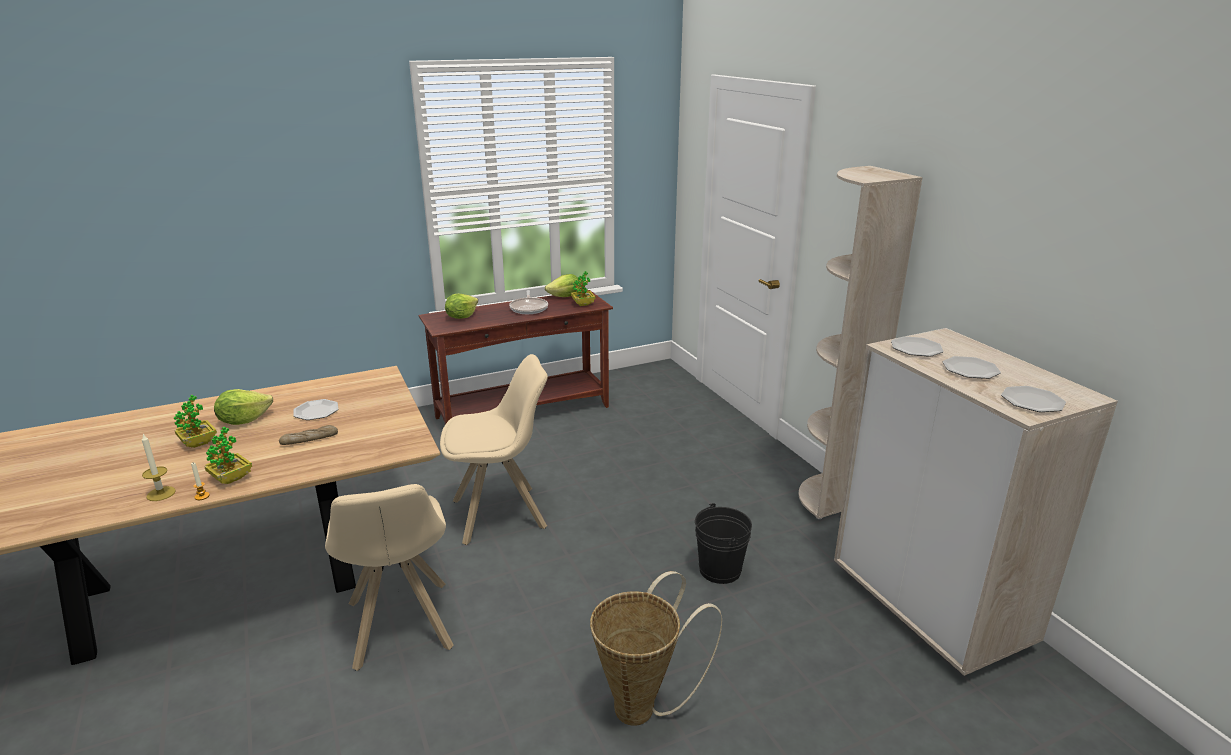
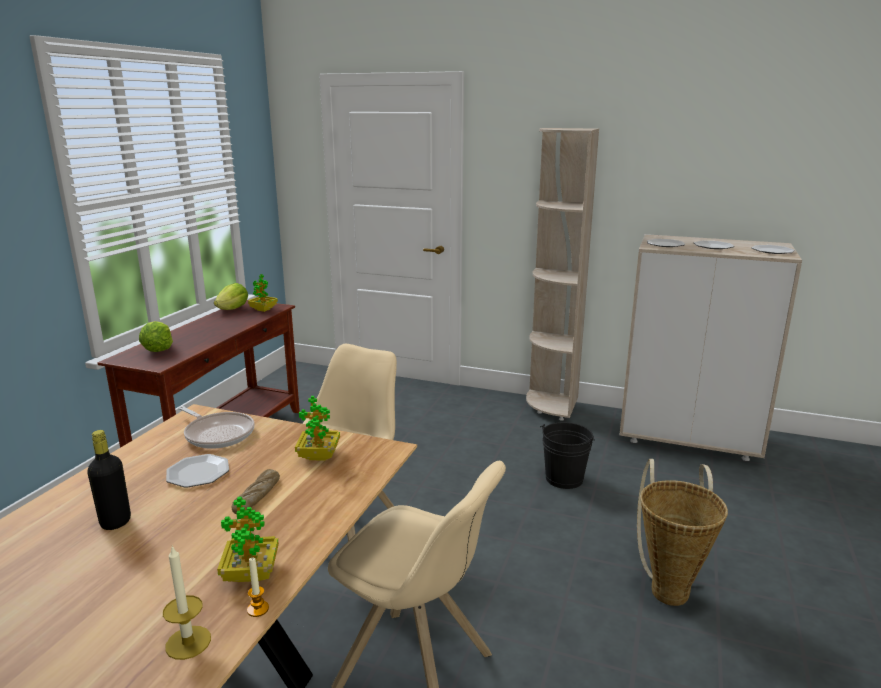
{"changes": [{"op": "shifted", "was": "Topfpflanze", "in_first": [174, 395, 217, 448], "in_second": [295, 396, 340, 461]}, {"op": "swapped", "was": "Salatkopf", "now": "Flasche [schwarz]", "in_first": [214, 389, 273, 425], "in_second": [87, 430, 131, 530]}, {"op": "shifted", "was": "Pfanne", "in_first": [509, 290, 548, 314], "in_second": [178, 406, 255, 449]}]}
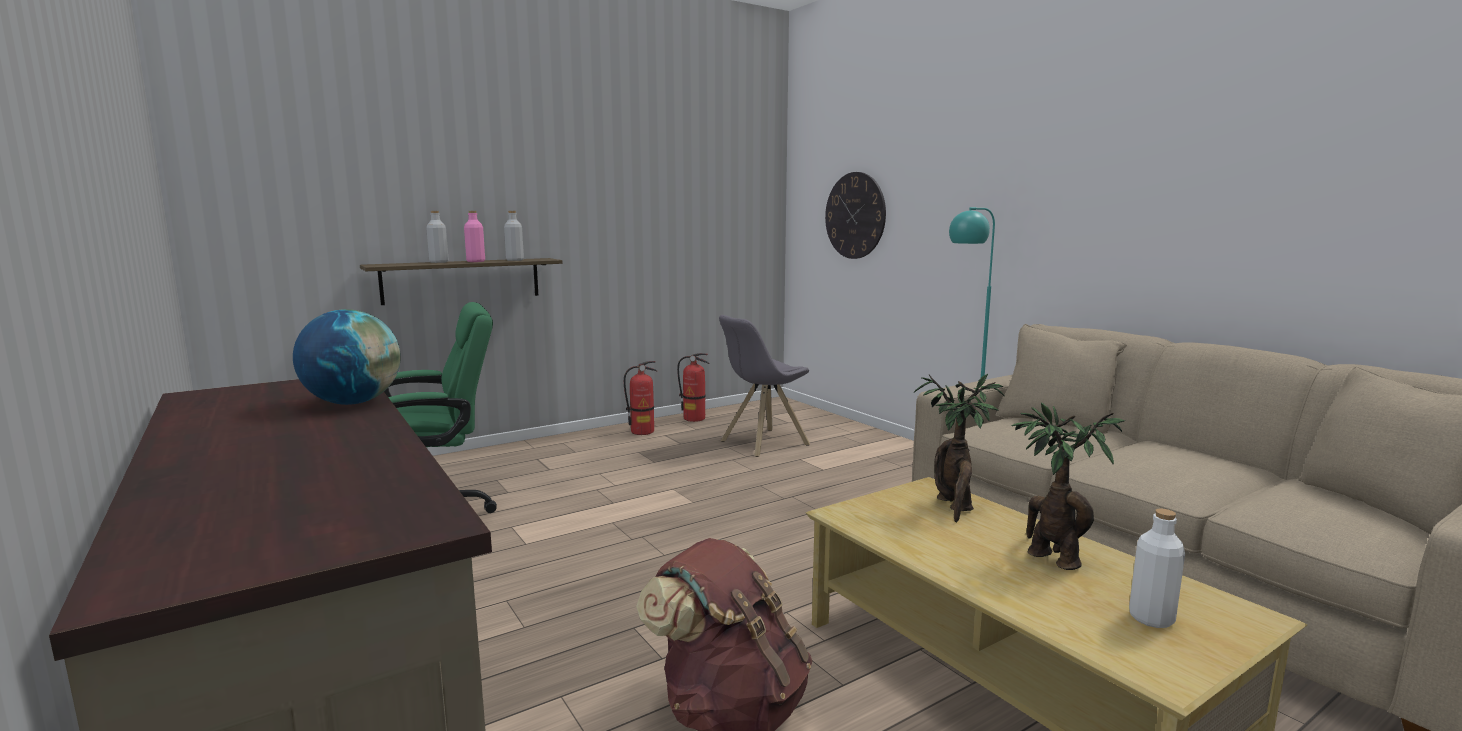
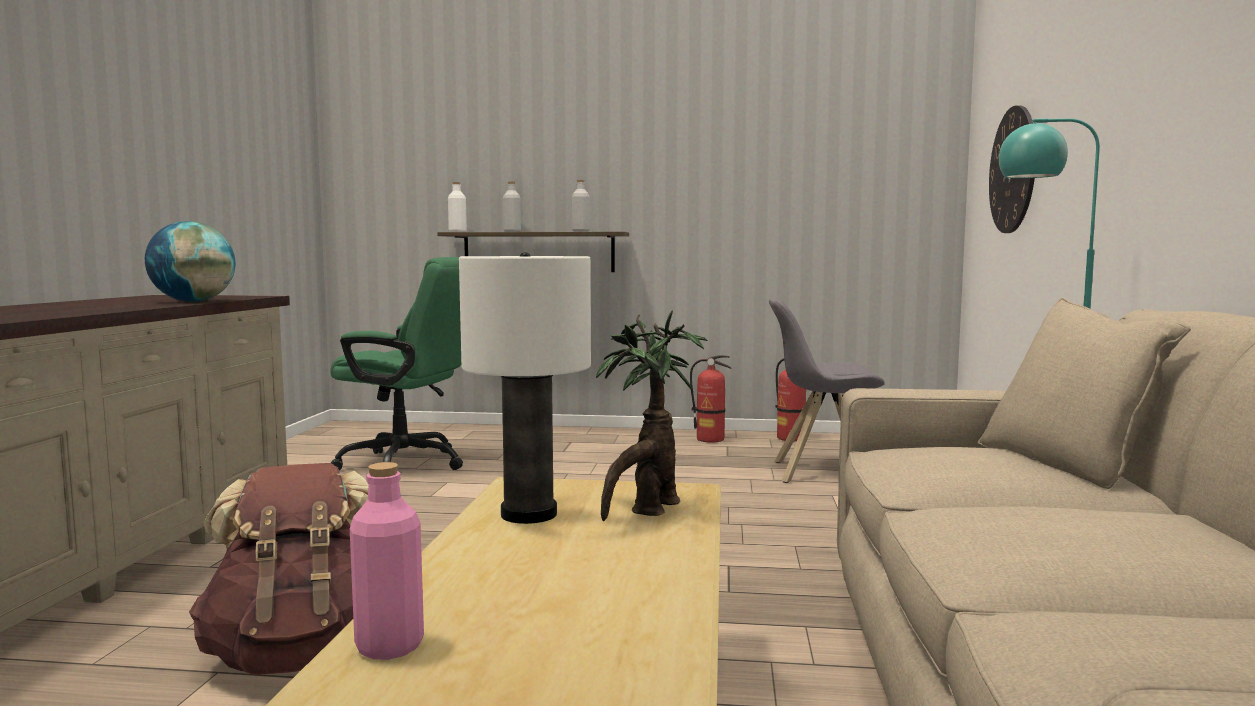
{"changes": [{"op": "shifted", "was": "Flasche [rosa]", "in_first": [464, 211, 485, 262], "in_second": [350, 462, 424, 660]}, {"op": "gone", "was": "Topfpflanze", "in_first": [1011, 402, 1125, 570]}, {"op": "shifted", "was": "Flasche [weiß]", "in_first": [1129, 509, 1185, 628], "in_second": [448, 182, 467, 232]}, {"op": "new", "now": "Tischlampe [weiß]", "in_second": [459, 252, 591, 524]}]}
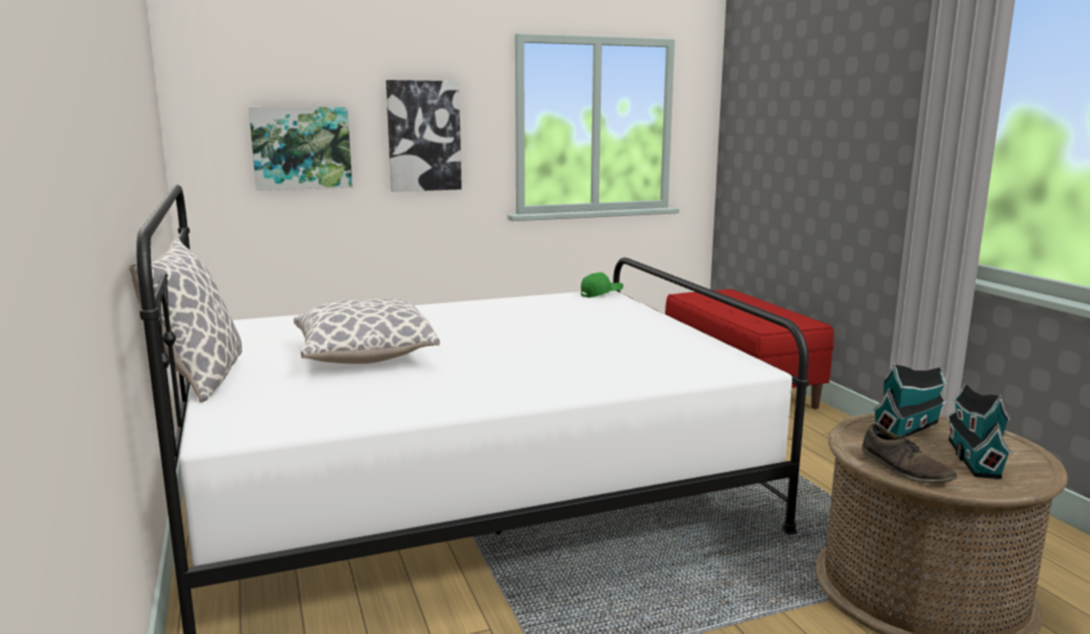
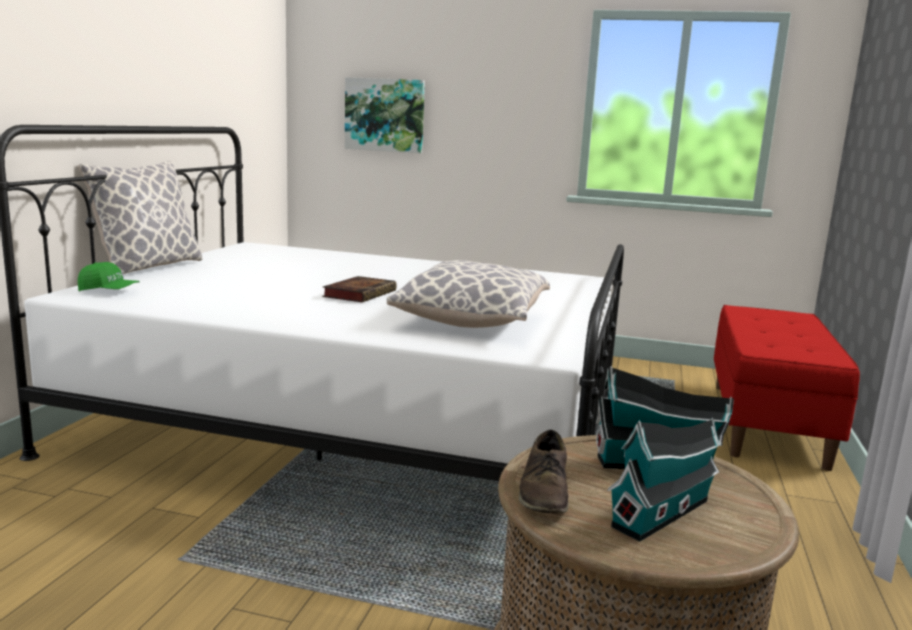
{"changes": [{"op": "shifted", "was": "Kissen", "in_first": [294, 299, 440, 364], "in_second": [387, 260, 550, 328]}, {"op": "gone", "was": "Bild", "in_first": [386, 80, 462, 192]}, {"op": "shifted", "was": "Kappe [grün]", "in_first": [581, 272, 623, 298], "in_second": [78, 262, 140, 291]}, {"op": "new", "now": "Buch", "in_second": [322, 276, 397, 302]}]}
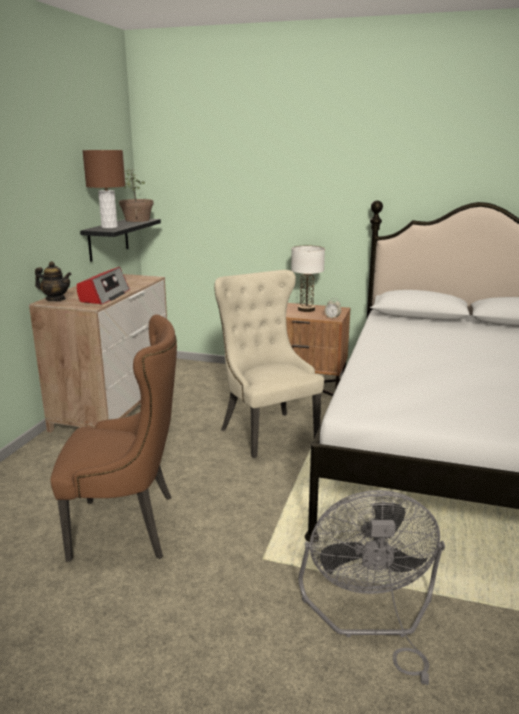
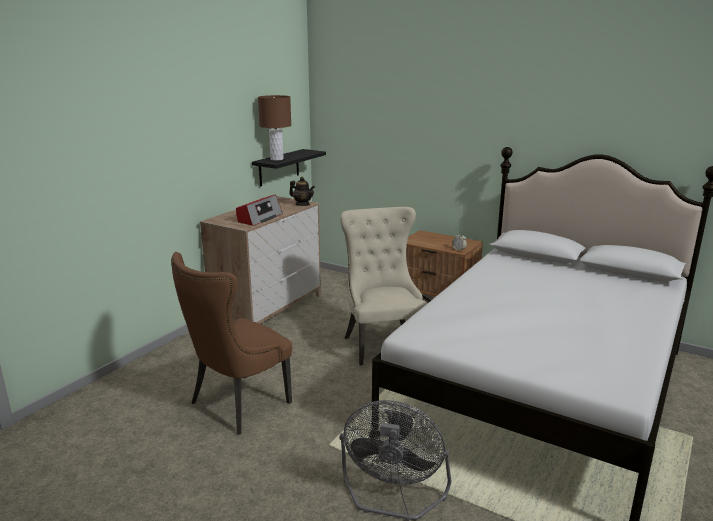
{"changes": [{"op": "shifted", "was": "Teekanne", "in_first": [35, 261, 72, 301], "in_second": [289, 177, 315, 206]}, {"op": "rotated", "was": "Stuhl [braun]", "in_first": [51, 314, 177, 562], "in_second": [171, 252, 292, 435], "clockwise": 120}, {"op": "gone", "was": "Topfpflanze", "in_first": [119, 169, 153, 222]}, {"op": "gone", "was": "Tischlampe", "in_first": [291, 245, 325, 312]}]}
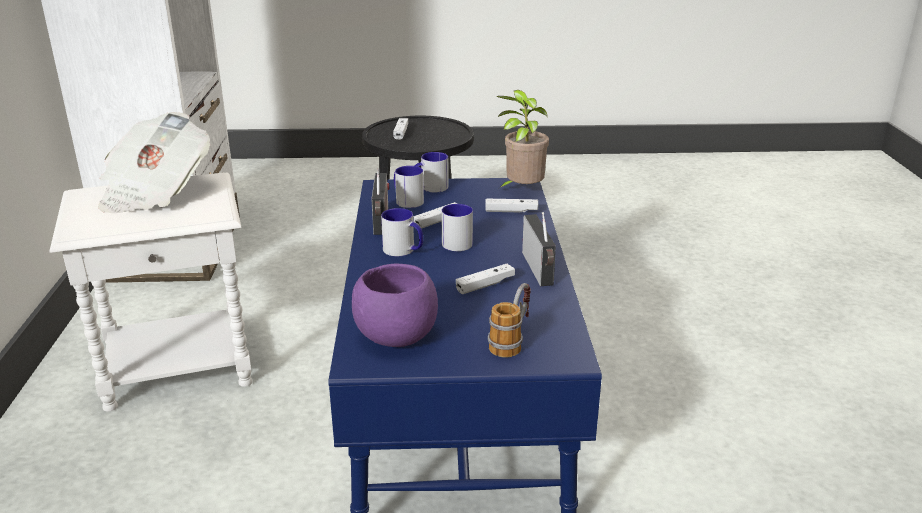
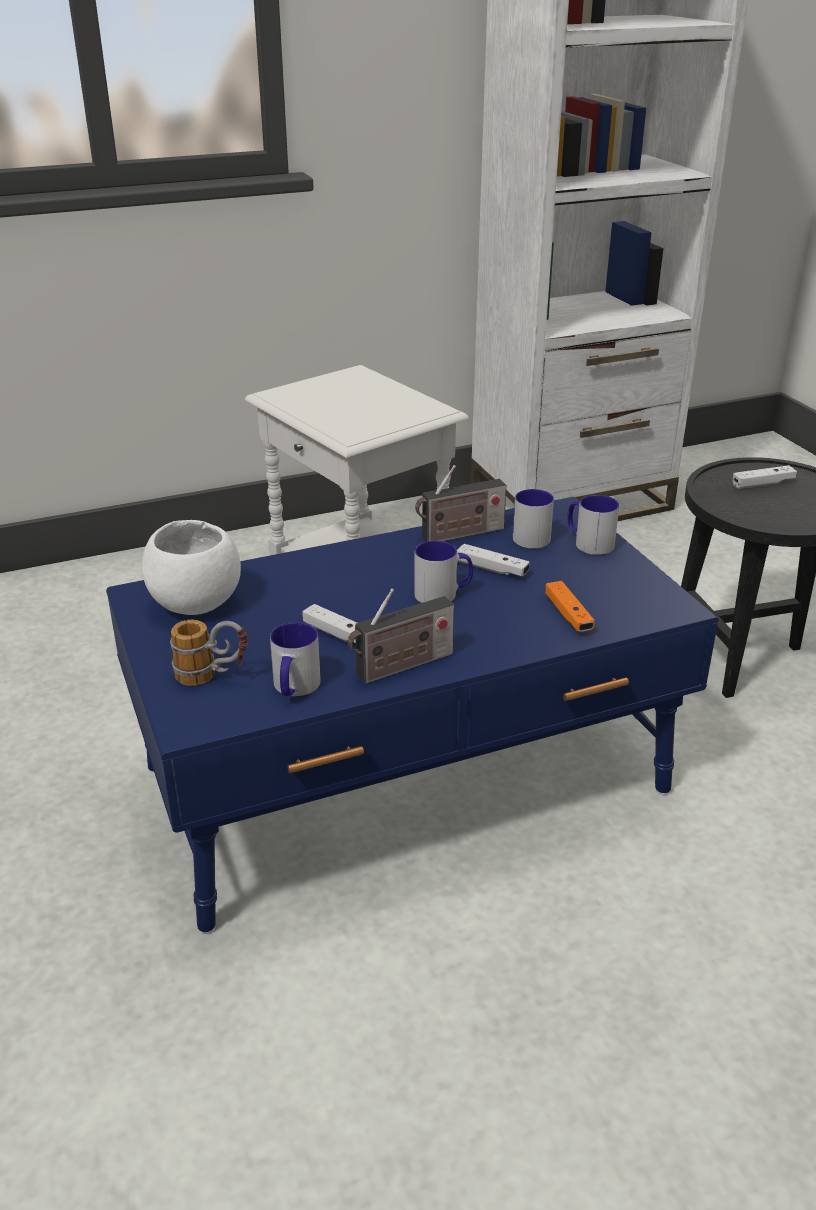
{"changes": [{"op": "gone", "was": "Zeitung", "in_first": [98, 112, 210, 213]}, {"op": "repainted", "was": "Schüssel [lila]", "now": "Schüssel [weiß]", "in_first": [352, 264, 438, 347], "in_second": [142, 520, 241, 615]}, {"op": "shifted", "was": "Henkelbecher", "in_first": [381, 208, 423, 256], "in_second": [270, 622, 321, 696]}, {"op": "repainted", "was": "Gamepad [weiß]", "now": "Gamepad [orange]", "in_first": [485, 199, 538, 213], "in_second": [545, 581, 595, 632]}, {"op": "gone", "was": "Topfpflanze", "in_first": [497, 90, 549, 189]}]}
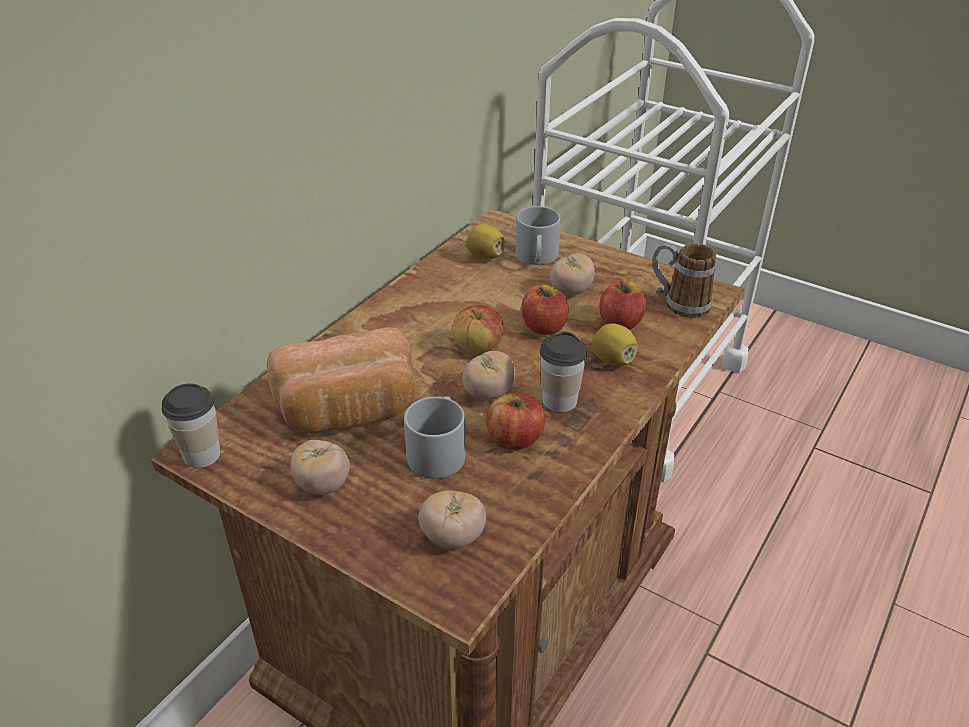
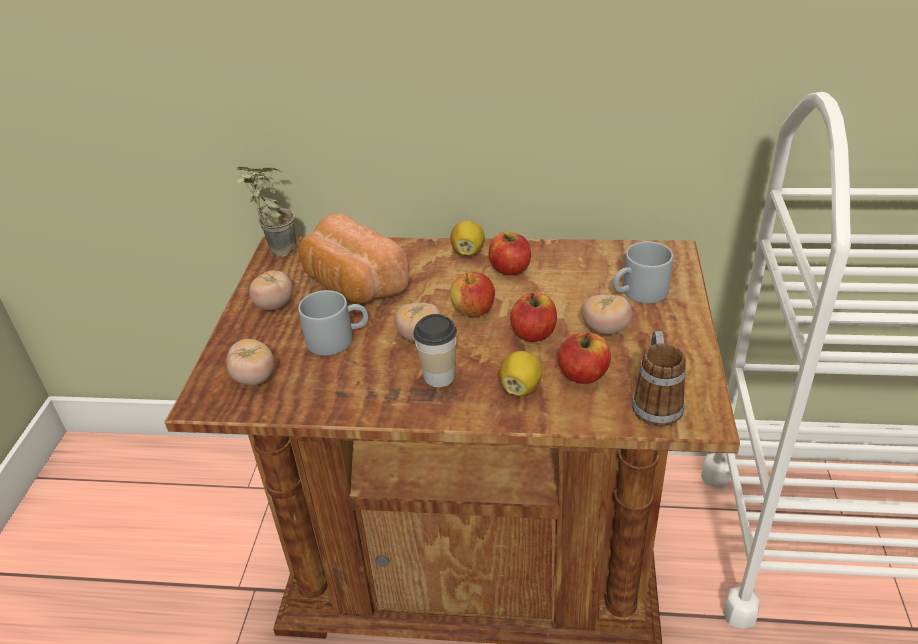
{"changes": [{"op": "swapped", "was": "Tasse", "now": "Topfpflanze", "in_first": [162, 383, 221, 468], "in_second": [236, 167, 296, 257]}, {"op": "shifted", "was": "Zitrone", "in_first": [466, 224, 505, 259], "in_second": [450, 220, 485, 256]}, {"op": "shifted", "was": "Apfel", "in_first": [486, 392, 545, 450], "in_second": [489, 232, 531, 275]}]}
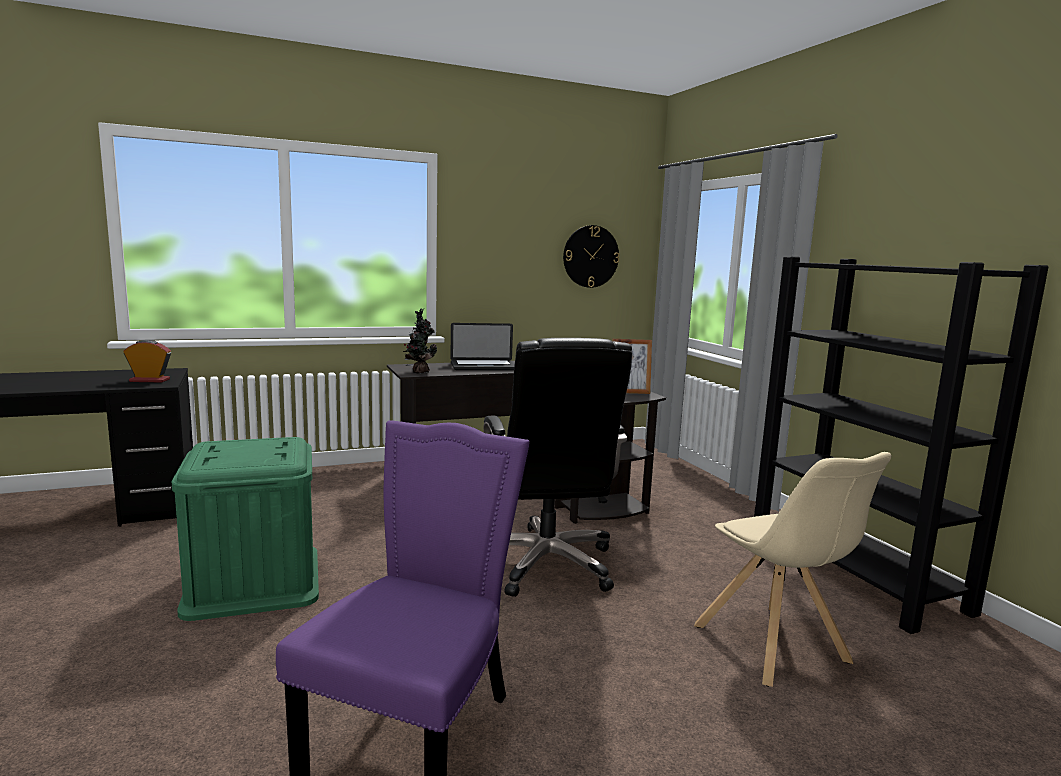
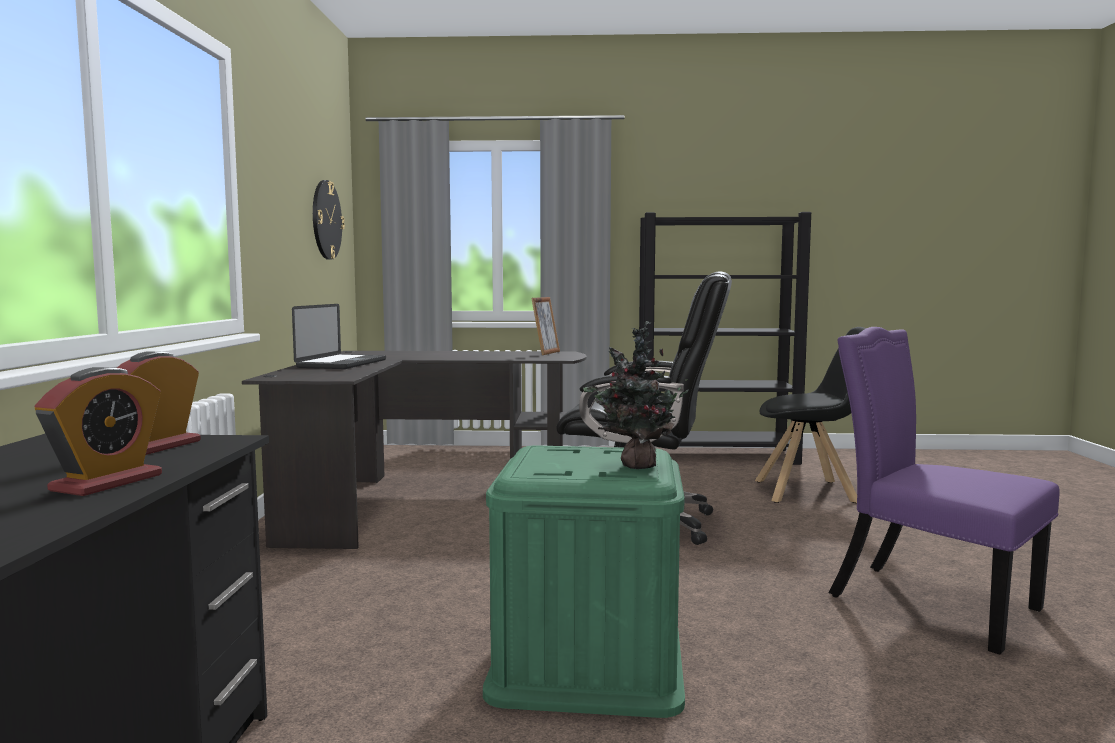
{"changes": [{"op": "shifted", "was": "Topfpflanze", "in_first": [403, 309, 437, 374], "in_second": [583, 321, 690, 469]}, {"op": "repainted", "was": "Stuhl [beige]", "now": "Stuhl [schwarz]", "in_first": [694, 452, 892, 687], "in_second": [755, 327, 866, 503]}, {"op": "new", "now": "Wecker", "in_second": [35, 367, 162, 496]}]}
